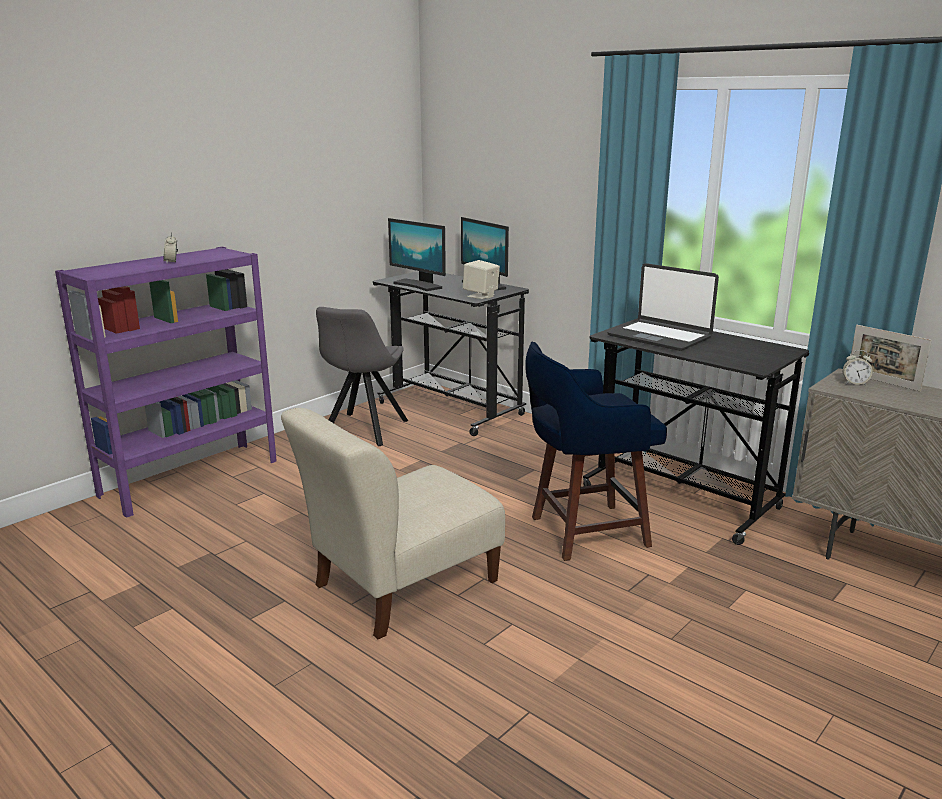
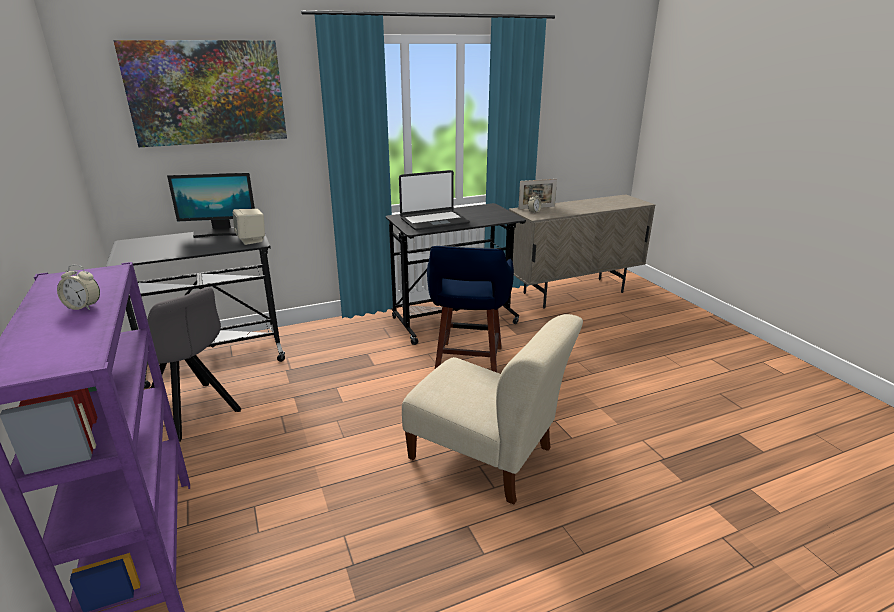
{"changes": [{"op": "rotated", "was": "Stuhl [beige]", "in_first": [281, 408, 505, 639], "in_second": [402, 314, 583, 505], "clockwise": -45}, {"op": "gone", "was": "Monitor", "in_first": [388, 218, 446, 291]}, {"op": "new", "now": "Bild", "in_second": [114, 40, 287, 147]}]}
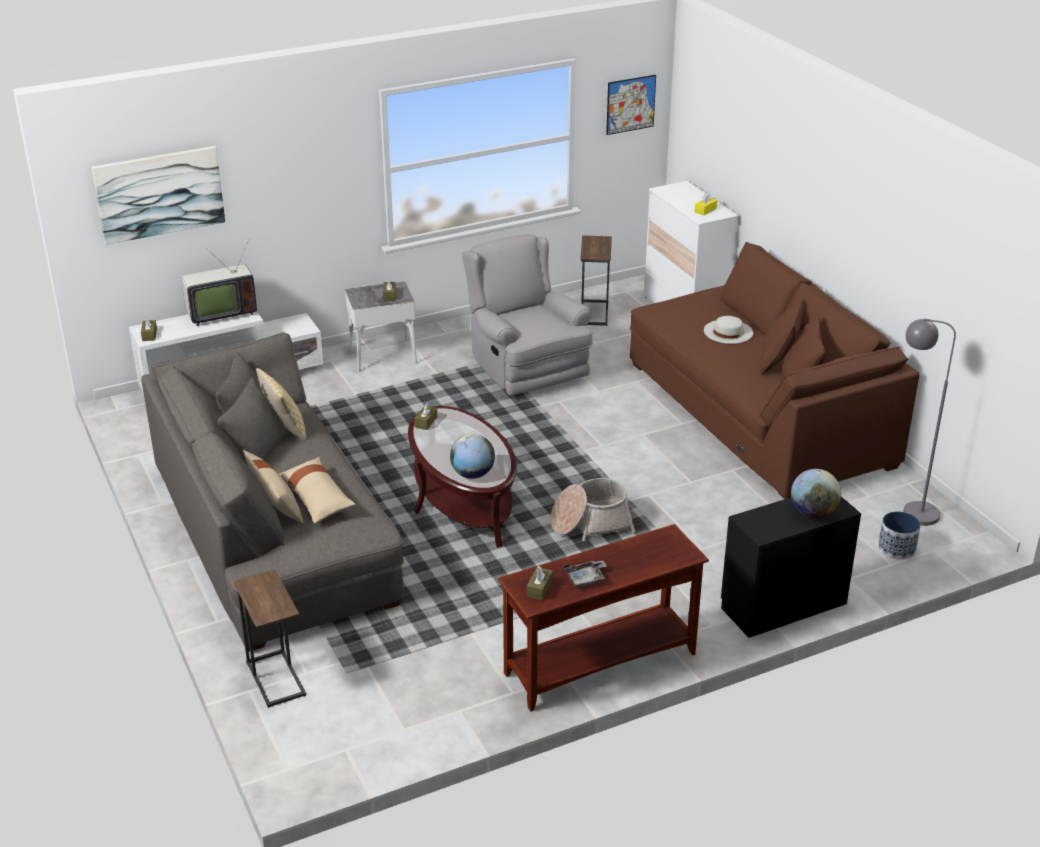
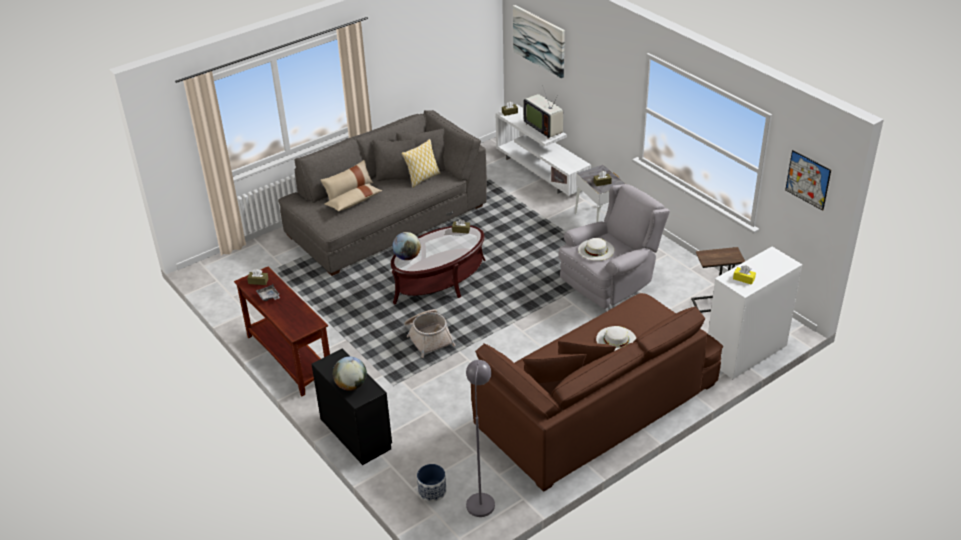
{"changes": [{"op": "gone", "was": "Beistelltisch [braun]", "in_first": [234, 569, 306, 708]}, {"op": "new", "now": "Hut [weiß]", "in_second": [578, 238, 614, 261]}]}
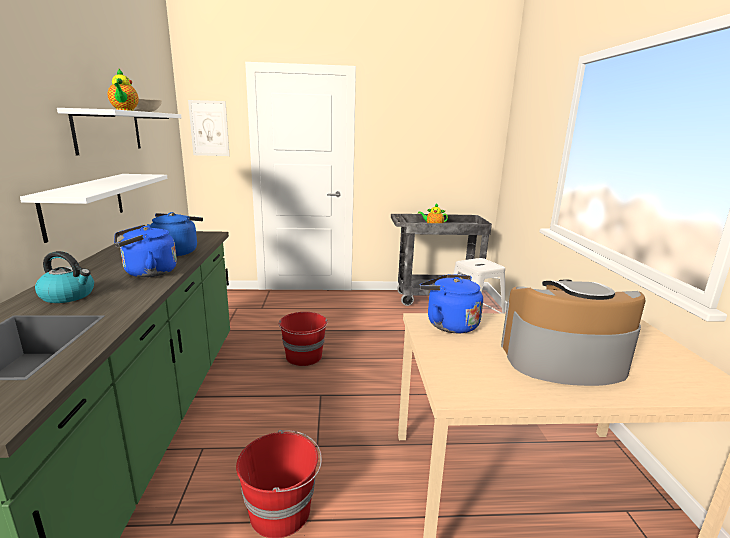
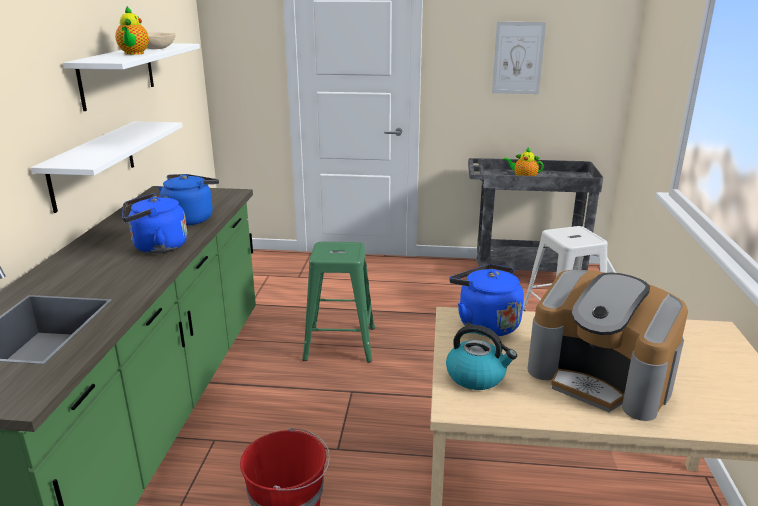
{"changes": [{"op": "shifted", "was": "Wasserkessel", "in_first": [35, 251, 94, 303], "in_second": [446, 325, 517, 390]}, {"op": "shifted", "was": "Bild", "in_first": [188, 100, 230, 156], "in_second": [492, 22, 546, 94]}, {"op": "swapped", "was": "Eimer [rot]", "now": "Hocker [grün]", "in_first": [279, 312, 328, 366], "in_second": [302, 242, 375, 362]}, {"op": "rotated", "was": "Kaffeemaschine", "in_first": [501, 279, 646, 386], "in_second": [528, 270, 688, 421], "clockwise": -150}]}
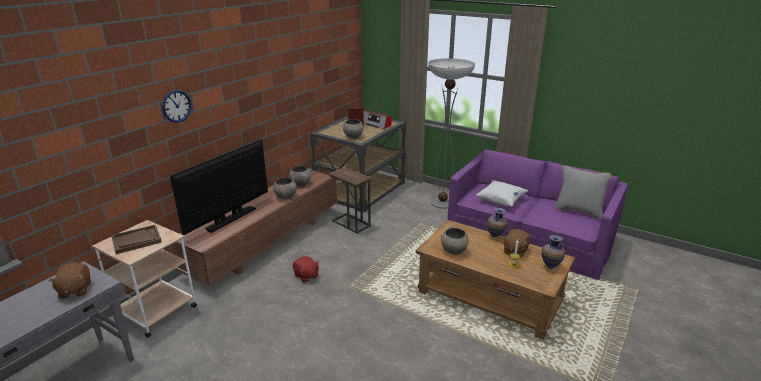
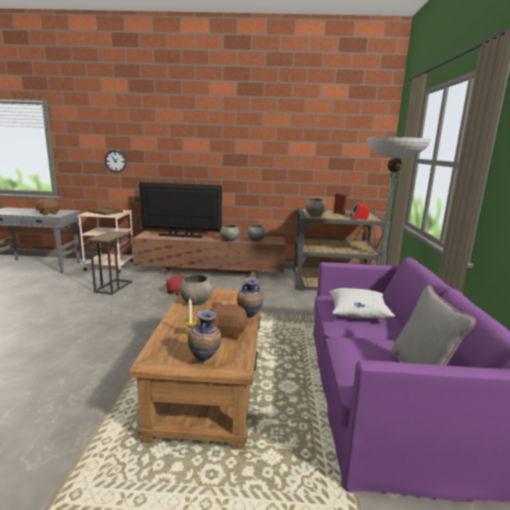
{"changes": [{"op": "shifted", "was": "Wanduhr", "in_first": [162, 90, 191, 123], "in_second": [105, 150, 126, 173]}, {"op": "shifted", "was": "Beistelltisch [braun]", "in_first": [329, 167, 371, 234], "in_second": [88, 231, 132, 295]}]}
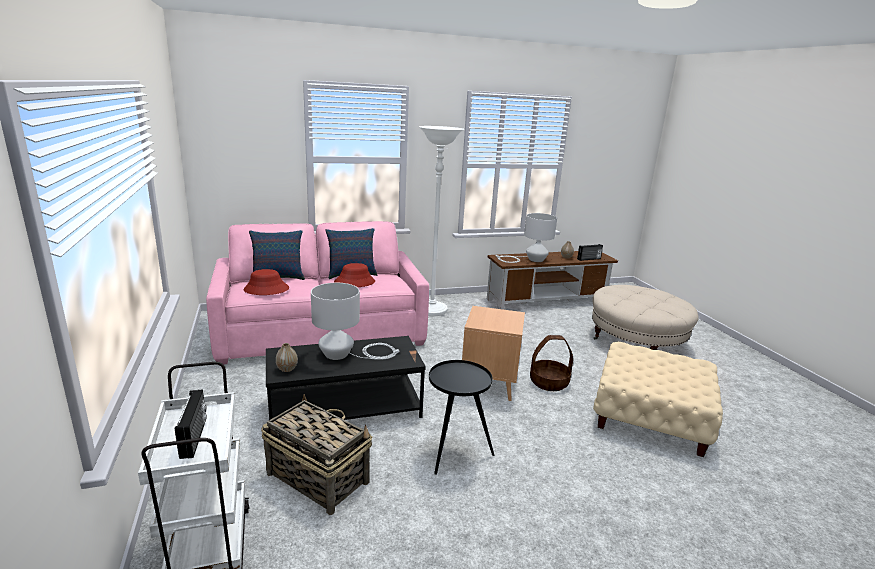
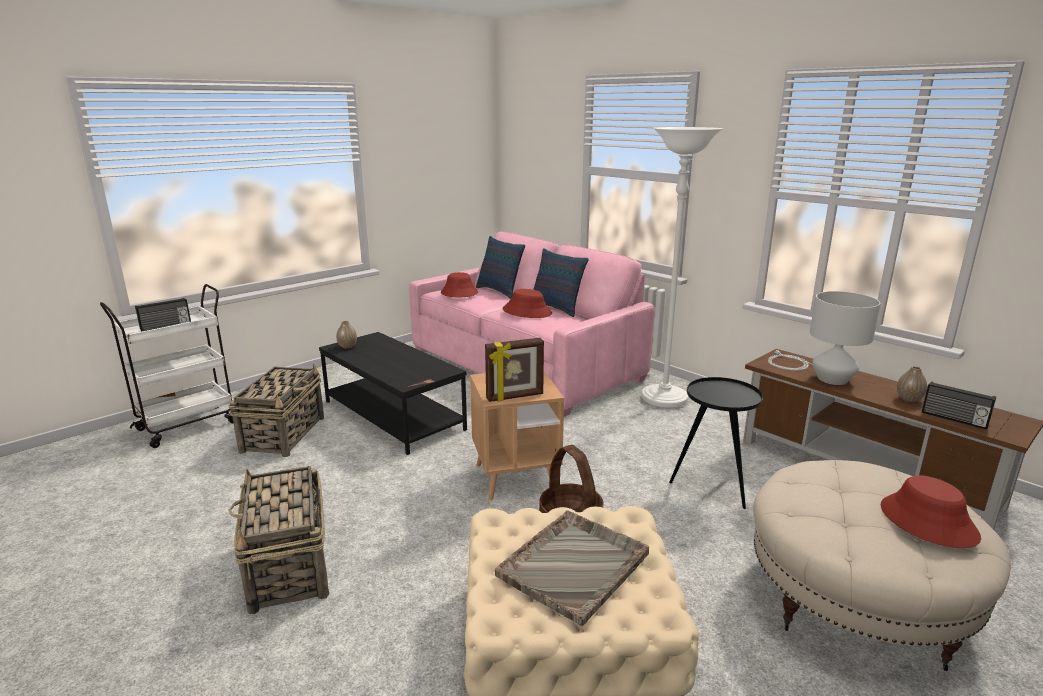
{"changes": [{"op": "gone", "was": "Tischlampe [grau]", "in_first": [311, 283, 400, 360]}, {"op": "shifted", "was": "Beistelltisch [schwarz]", "in_first": [429, 360, 494, 475], "in_second": [669, 377, 763, 509]}, {"op": "new", "now": "Korb", "in_second": [228, 466, 329, 614]}, {"op": "new", "now": "Bilderrahmen", "in_second": [485, 338, 544, 402]}, {"op": "new", "now": "Tablett [grau]", "in_second": [495, 510, 649, 626]}, {"op": "new", "now": "Hut [rot]", "in_second": [881, 475, 981, 548]}]}
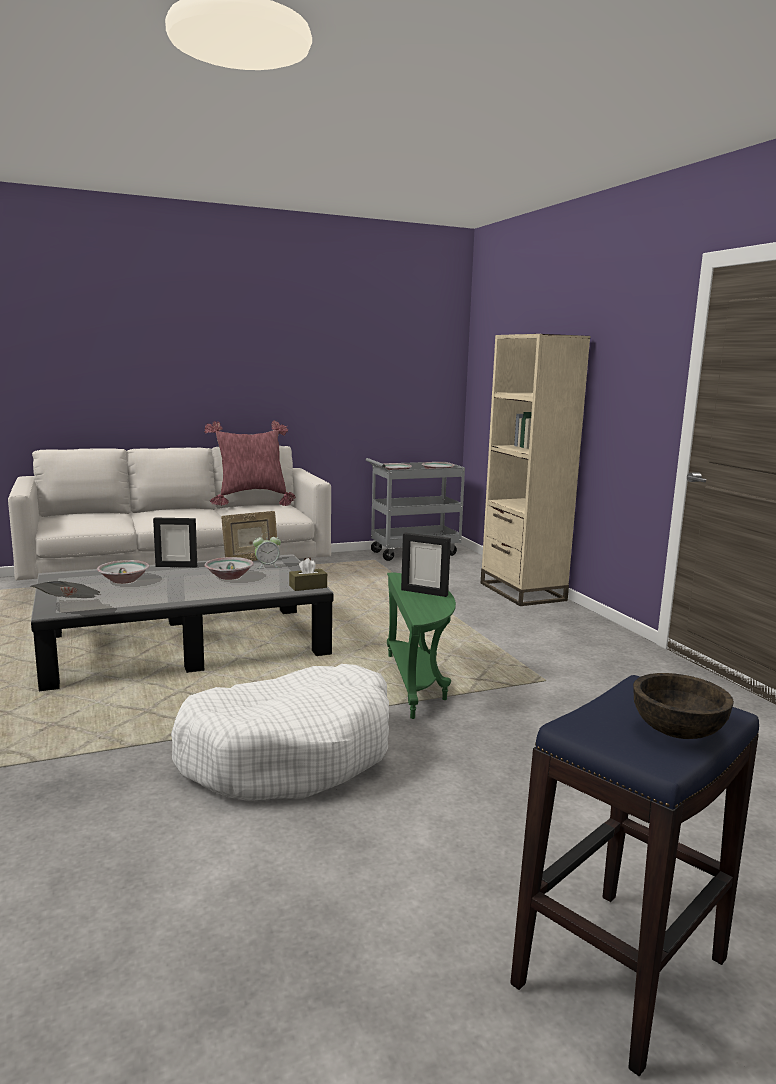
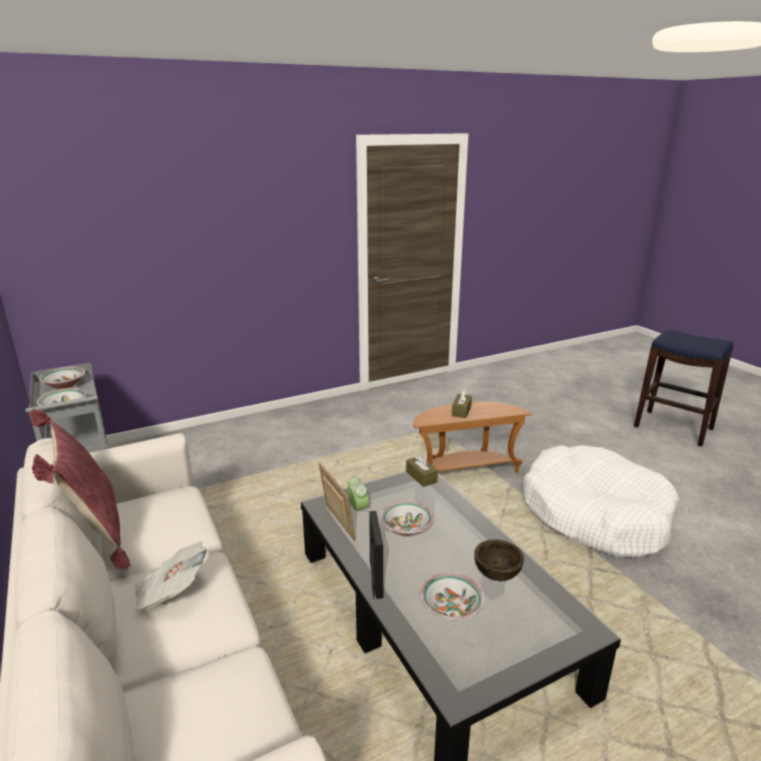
{"changes": [{"op": "shifted", "was": "Zeitung", "in_first": [31, 581, 101, 598], "in_second": [135, 541, 209, 612]}, {"op": "repainted", "was": "Beistelltisch [grün]", "now": "Beistelltisch [braun]", "in_first": [387, 573, 456, 719], "in_second": [413, 402, 532, 473]}, {"op": "swapped", "was": "Bilderrahmen", "now": "Taschentuchbox [braun]", "in_first": [401, 533, 451, 597], "in_second": [452, 390, 472, 418]}, {"op": "gone", "was": "Bücherregal [beige]", "in_first": [481, 334, 591, 606]}, {"op": "shifted", "was": "Schüssel [braun]", "in_first": [633, 673, 734, 739], "in_second": [474, 539, 524, 581]}]}
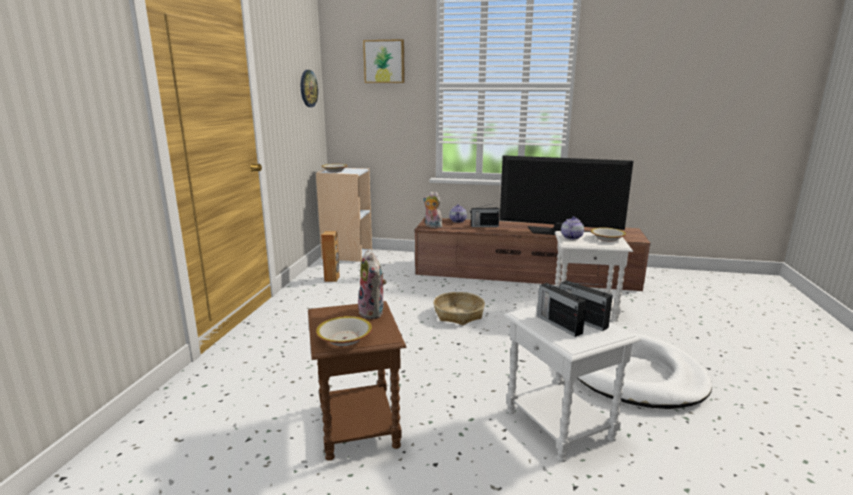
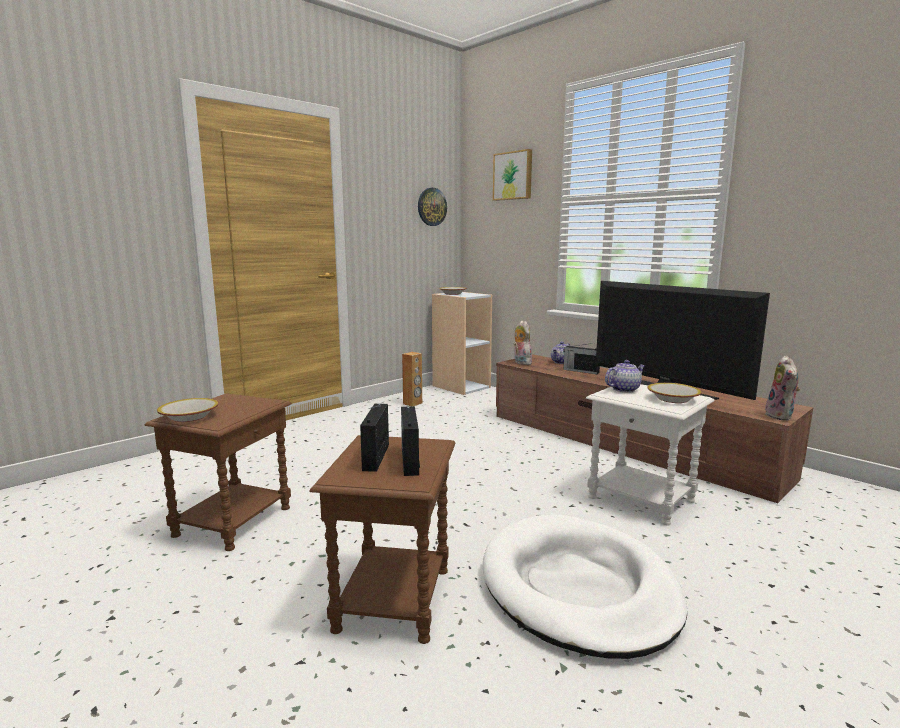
{"changes": [{"op": "shifted", "was": "Plüschtier", "in_first": [358, 250, 386, 319], "in_second": [765, 356, 800, 421]}, {"op": "gone", "was": "Korb", "in_first": [433, 292, 485, 325]}, {"op": "repainted", "was": "Beistelltisch [weiß]", "now": "Beistelltisch [braun]", "in_first": [504, 306, 641, 462], "in_second": [309, 435, 456, 644]}]}
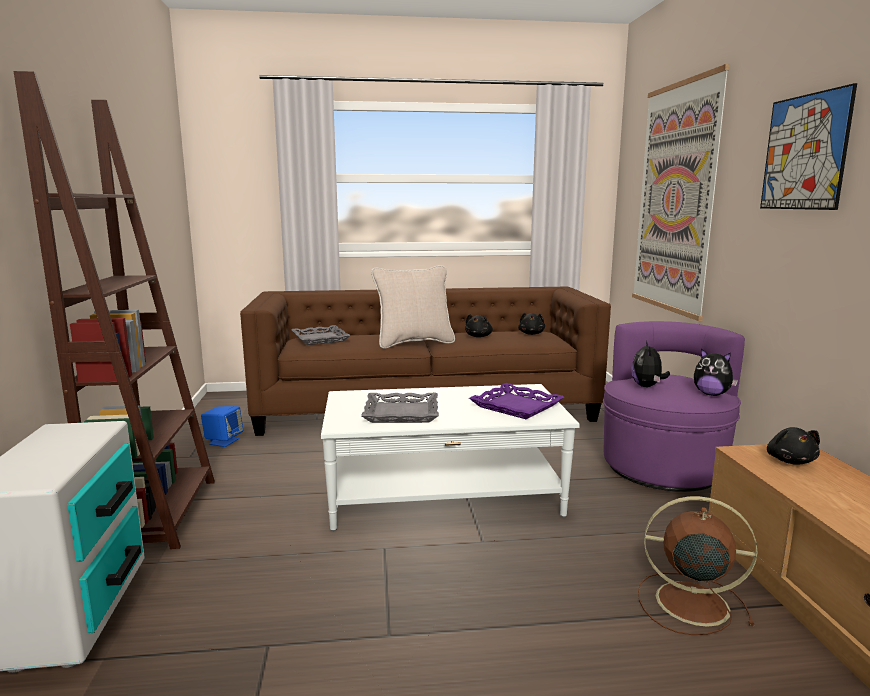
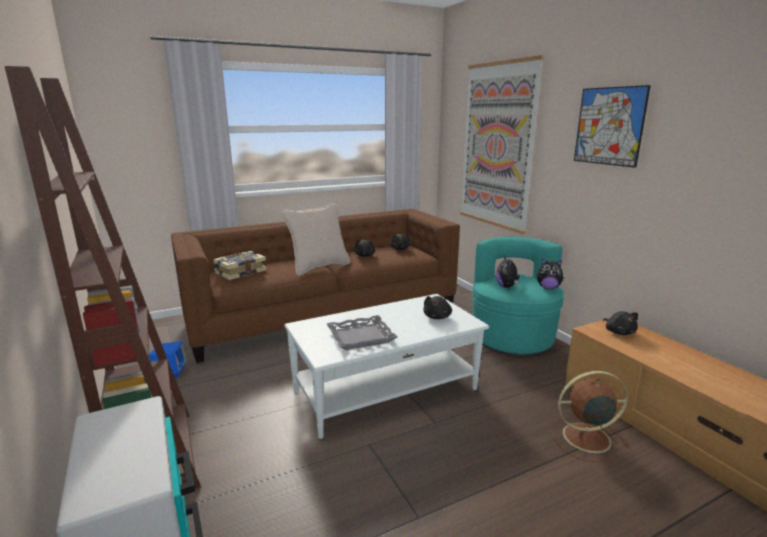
{"changes": [{"op": "swapped", "was": "Tablett [grau]", "now": "Buch", "in_first": [292, 325, 351, 345], "in_second": [213, 251, 267, 280]}, {"op": "swapped", "was": "Tablett [lila]", "now": "Plüschtier [schwarz]", "in_first": [469, 383, 564, 419], "in_second": [423, 296, 452, 319]}, {"op": "repainted", "was": "Sessel [lila]", "now": "Sessel [türkis]", "in_first": [603, 321, 745, 492], "in_second": [472, 237, 564, 356]}]}
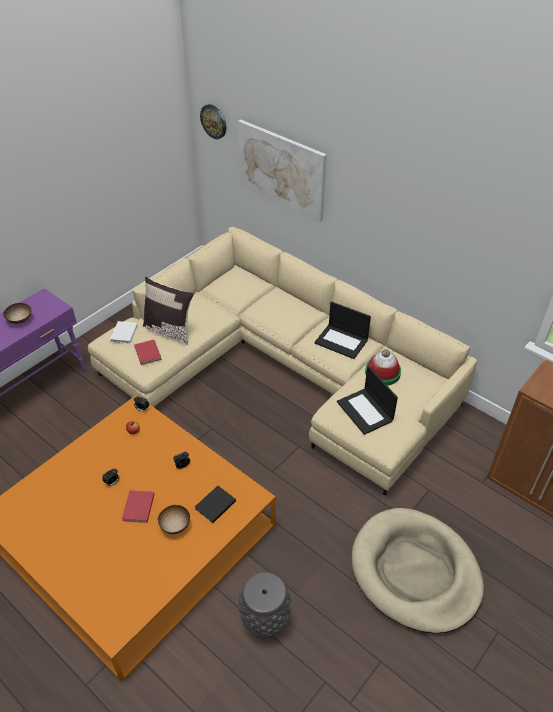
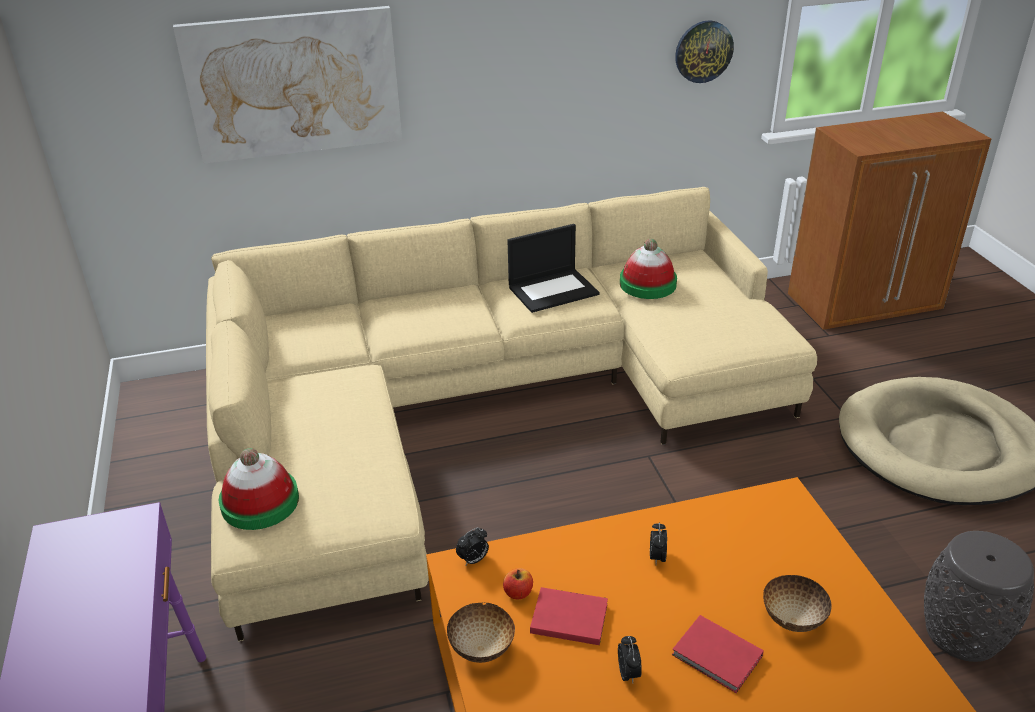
{"changes": [{"op": "shifted", "was": "Schüssel", "in_first": [3, 303, 31, 324], "in_second": [447, 602, 515, 663]}, {"op": "swapped", "was": "Buch [weiß]", "now": "Hut", "in_first": [110, 321, 138, 343], "in_second": [219, 448, 299, 530]}, {"op": "shifted", "was": "Buch [rot]", "in_first": [134, 340, 162, 365], "in_second": [530, 587, 608, 645]}, {"op": "gone", "was": "Kissen", "in_first": [143, 277, 194, 345]}, {"op": "gone", "was": "Buch [schwarz]", "in_first": [195, 486, 236, 523]}, {"op": "shifted", "was": "Wanduhr", "in_first": [200, 104, 226, 139], "in_second": [675, 20, 734, 83]}, {"op": "gone", "was": "Laptop", "in_first": [337, 366, 398, 435]}]}
